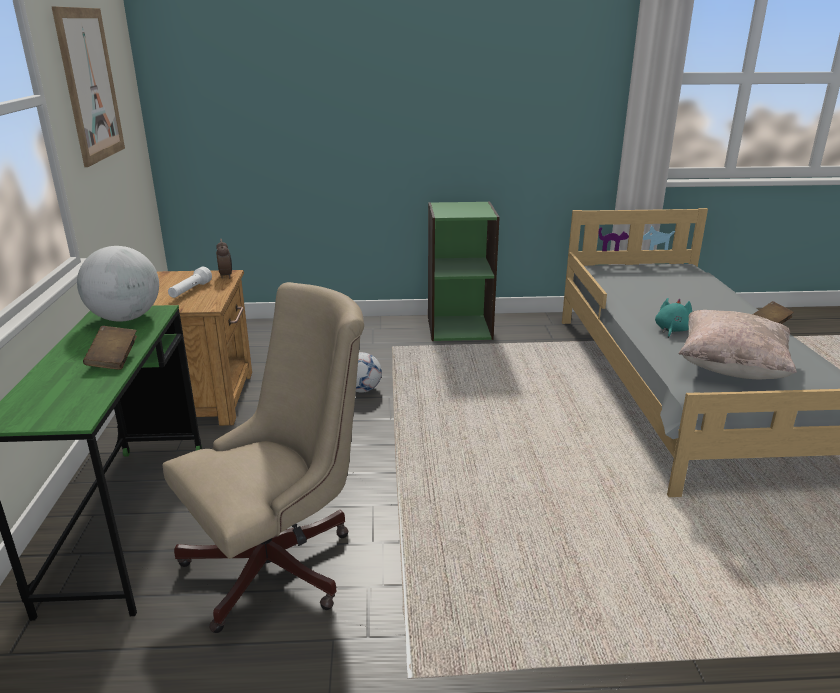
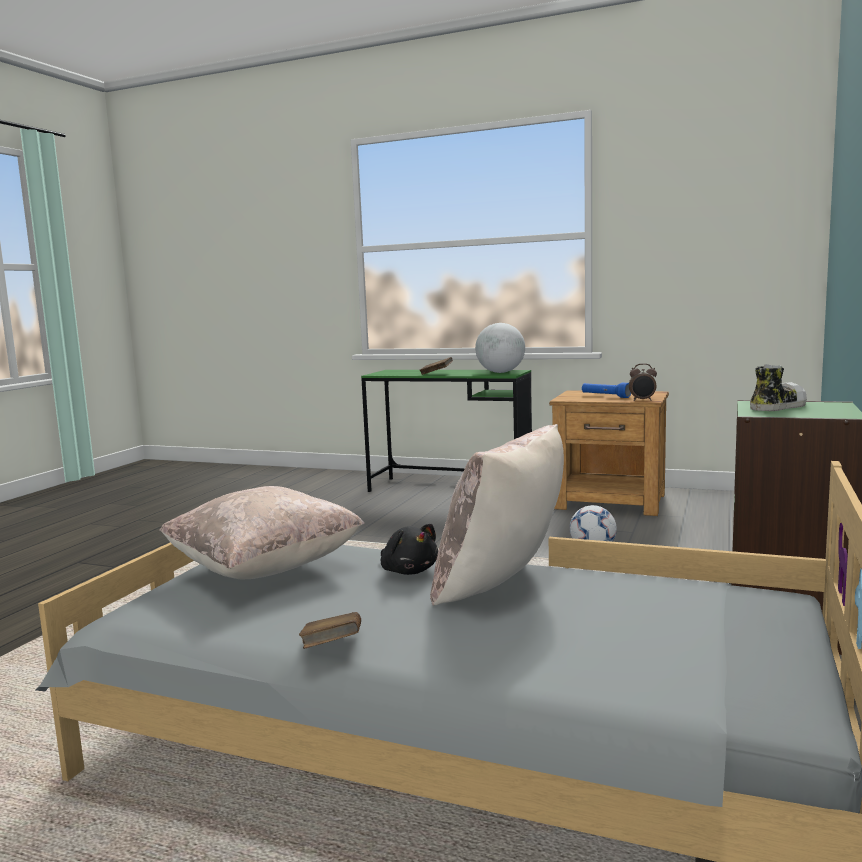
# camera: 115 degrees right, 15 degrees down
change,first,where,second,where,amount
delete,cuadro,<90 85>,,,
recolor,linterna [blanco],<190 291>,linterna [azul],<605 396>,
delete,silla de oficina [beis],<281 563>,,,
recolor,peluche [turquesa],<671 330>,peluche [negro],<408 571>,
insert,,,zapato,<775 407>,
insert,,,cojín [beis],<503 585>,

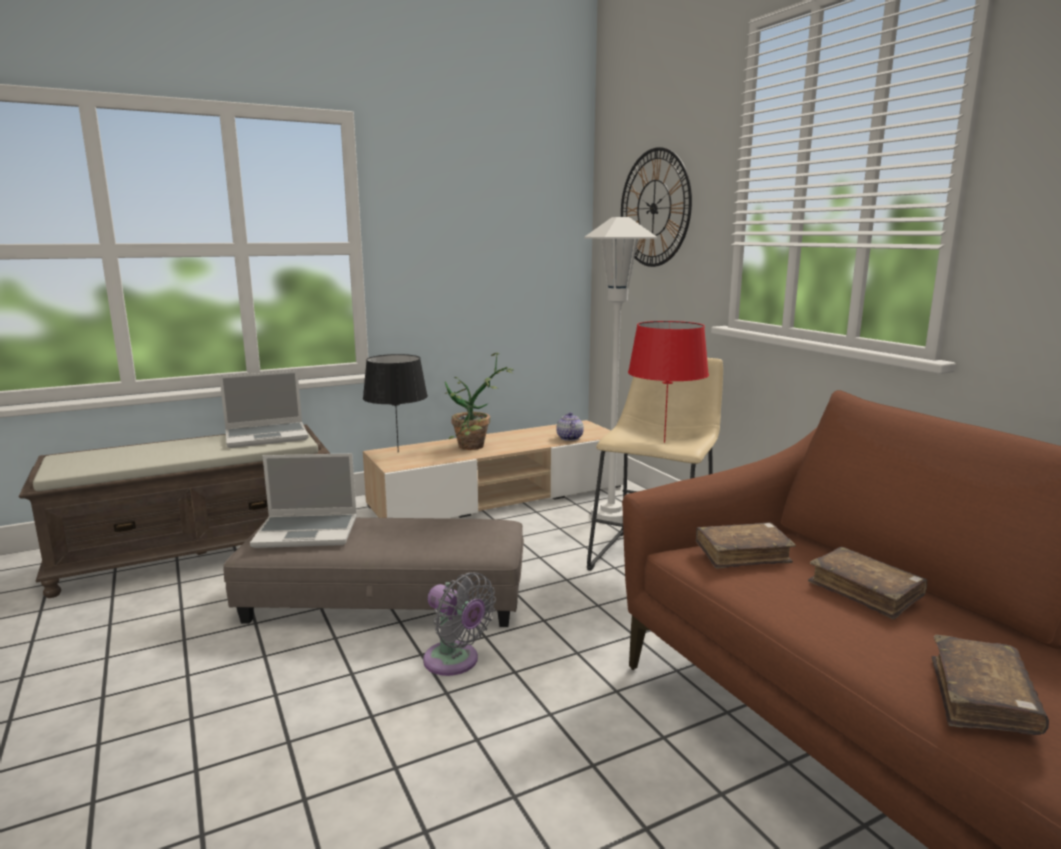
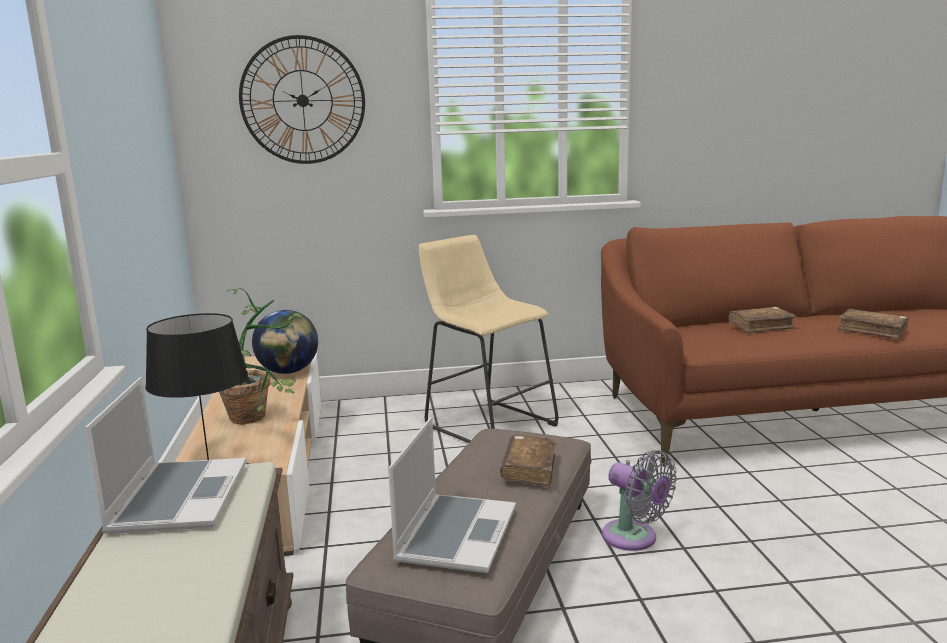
# camera: 70 degrees left, 0 degrees up
change,first,where,second,where,amount
delete,lámpara de pie [blanco],<611 515>,,,
delete,lámpara de mesa [rojo],<664 442>,,,
replace,tetera,<569 438>,globo terráqueo,<288 372>,
move,libro [marrón],<742 554>,,<529 469>,
rotate,ventilador [gris],<455 662>,,<634 538>,75 degrees clockwise

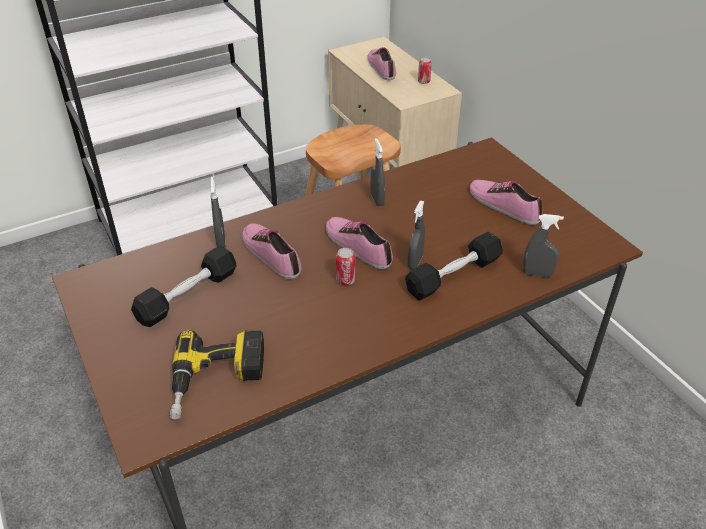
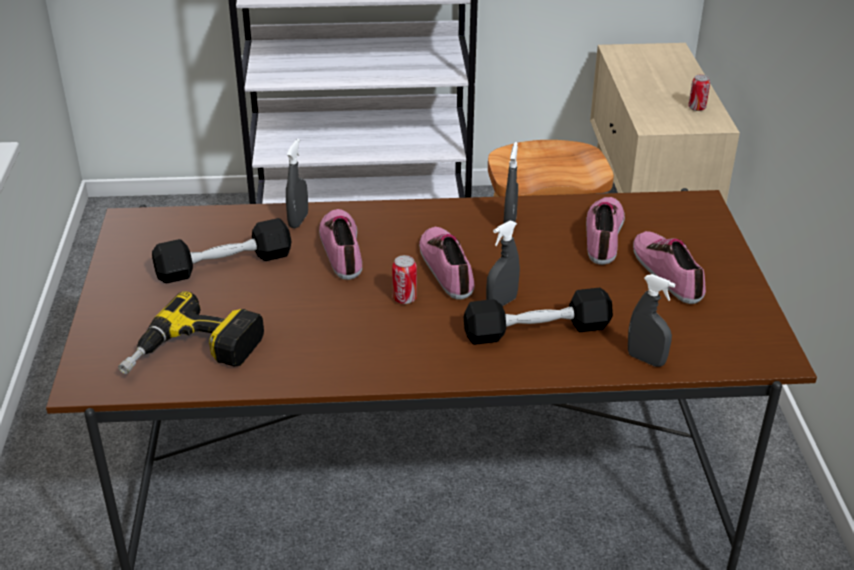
# camera: 25 degrees right, 5 degrees down
change,first,where,second,where,amount
move,zapato,<382 67>,,<604 235>,

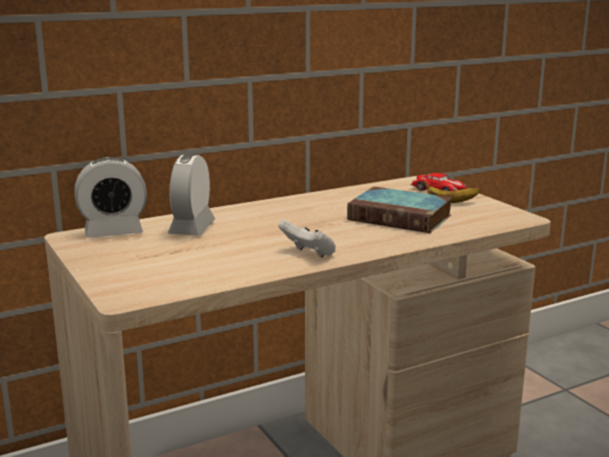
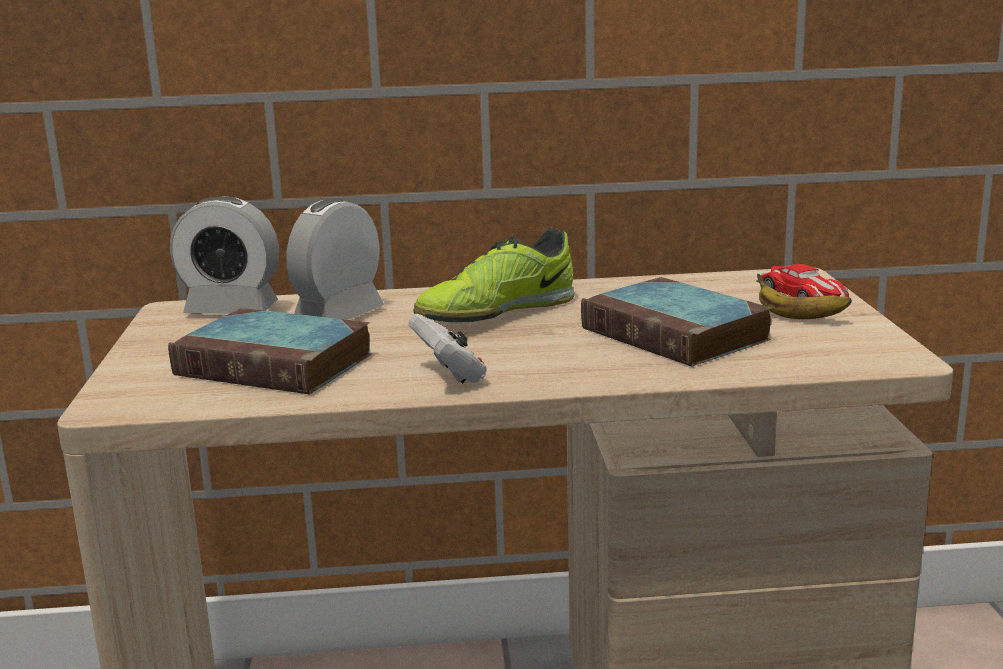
# camera: 25 degrees right, 0 degrees up
change,first,where,second,where,amount
insert,,,zapato,<496 313>,
insert,,,libro,<278 364>,

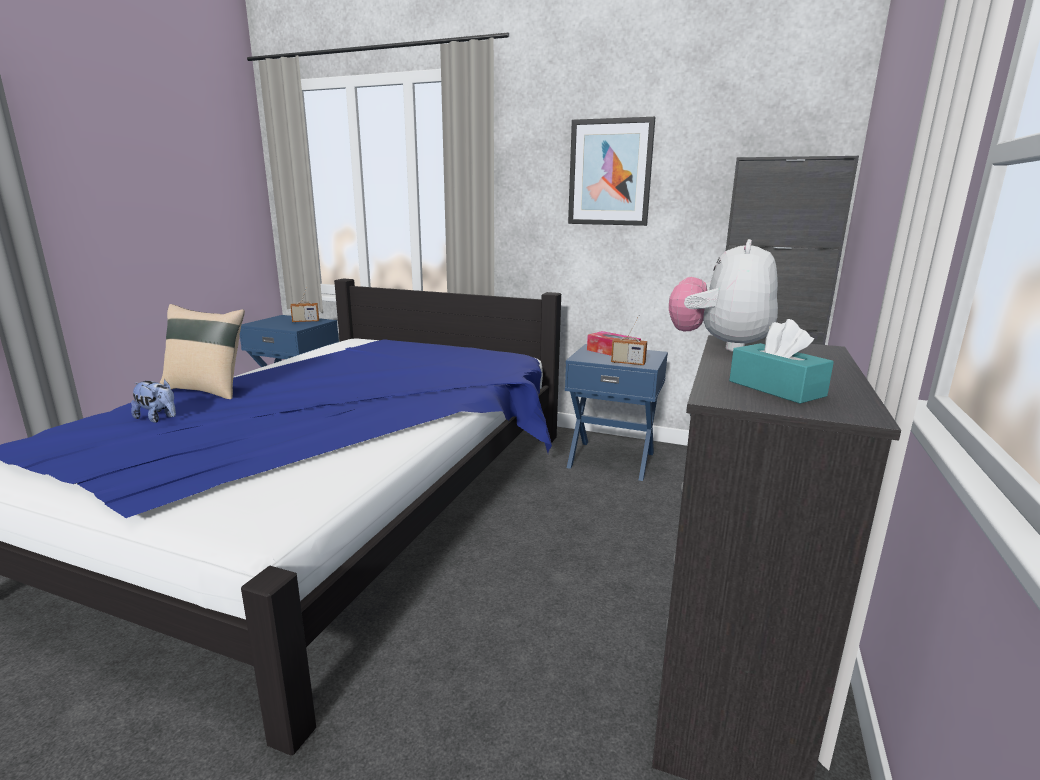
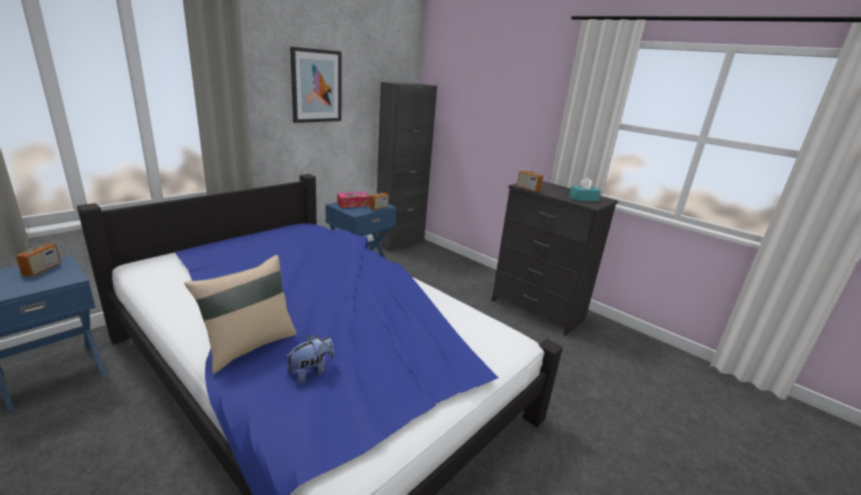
# camera: 70 degrees left, 5 degrees up
change,first,where,second,where,amount
replace,peluche,<719 346>,radio,<528 188>,

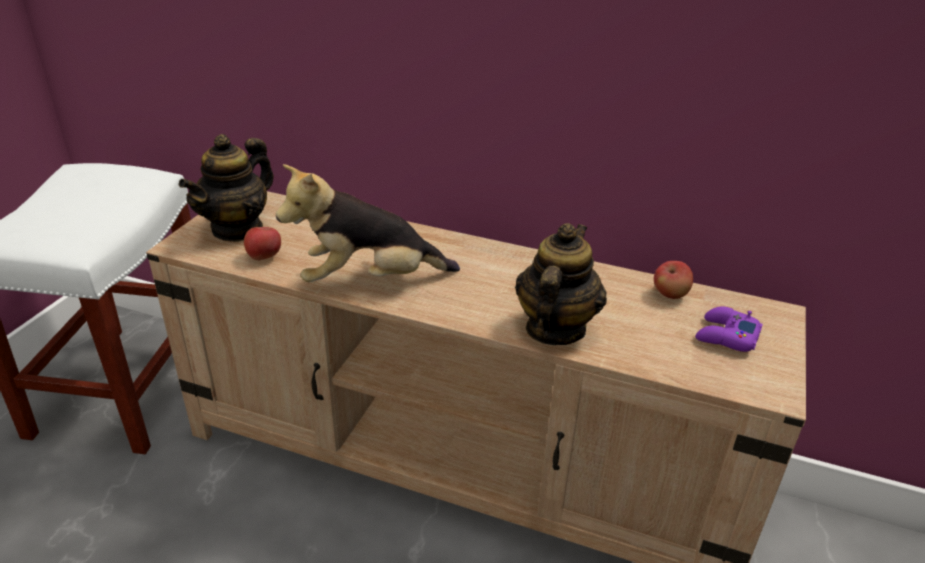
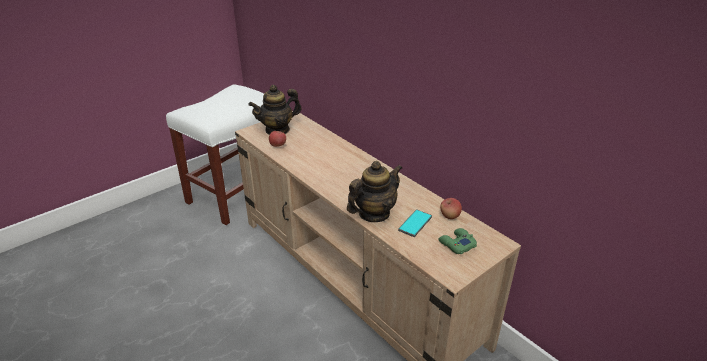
# camera: 30 degrees right, 0 degrees up
change,first,where,second,where,amount
delete,peluche,<369 280>,,,
recolor,mando de consola [morado],<726 336>,mando de consola [verde],<456 244>,
insert,,,móvil,<415 223>,

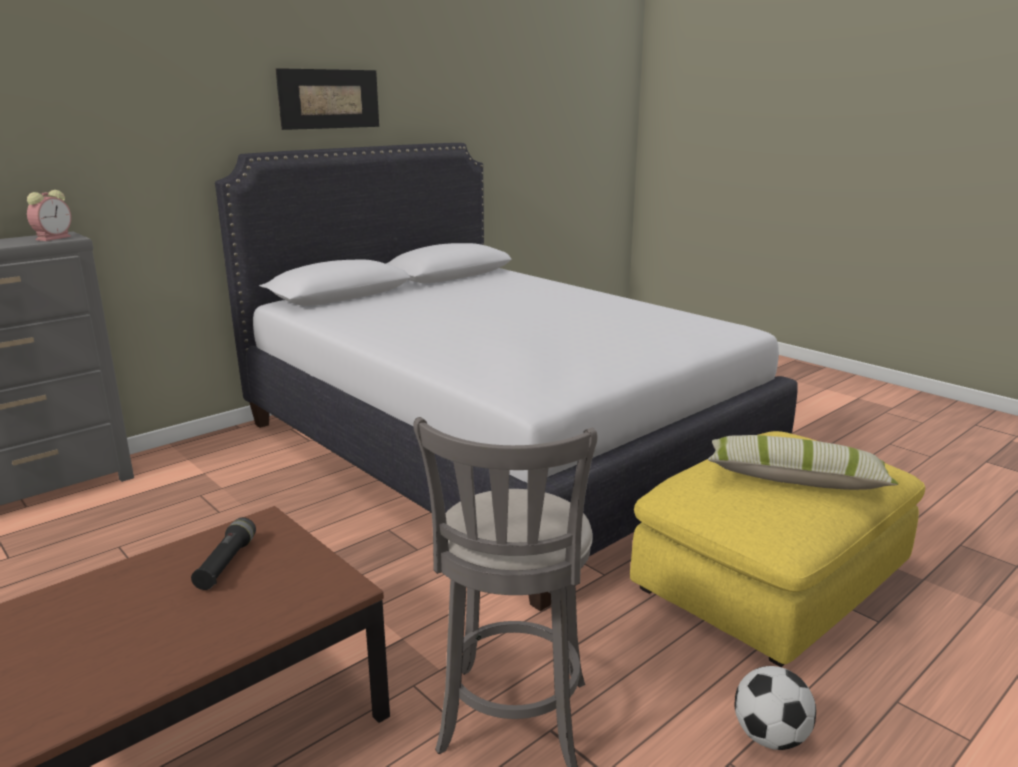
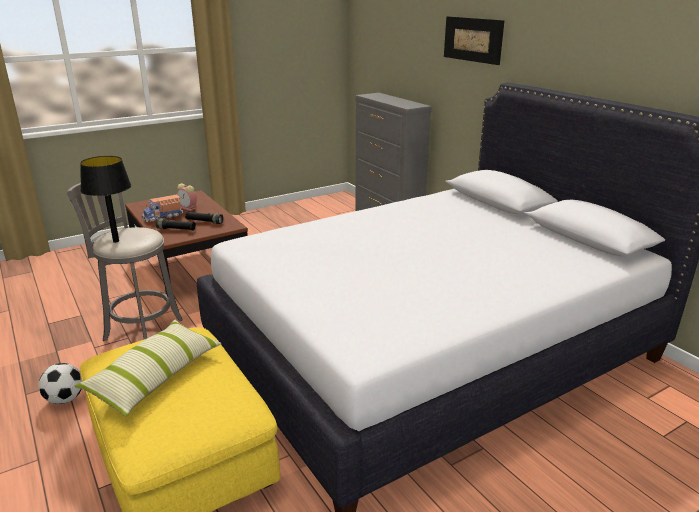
# camera: 100 degrees right, 5 degrees up
change,first,where,second,where,amount
move,cuadro,<329 99>,,<472 39>,
move,despertador,<54 238>,,<189 208>,
insert,,,lámpara de mesa [negro],<116 241>,
insert,,,camión de juguete,<163 217>,
insert,,,linterna [negro],<176 229>,

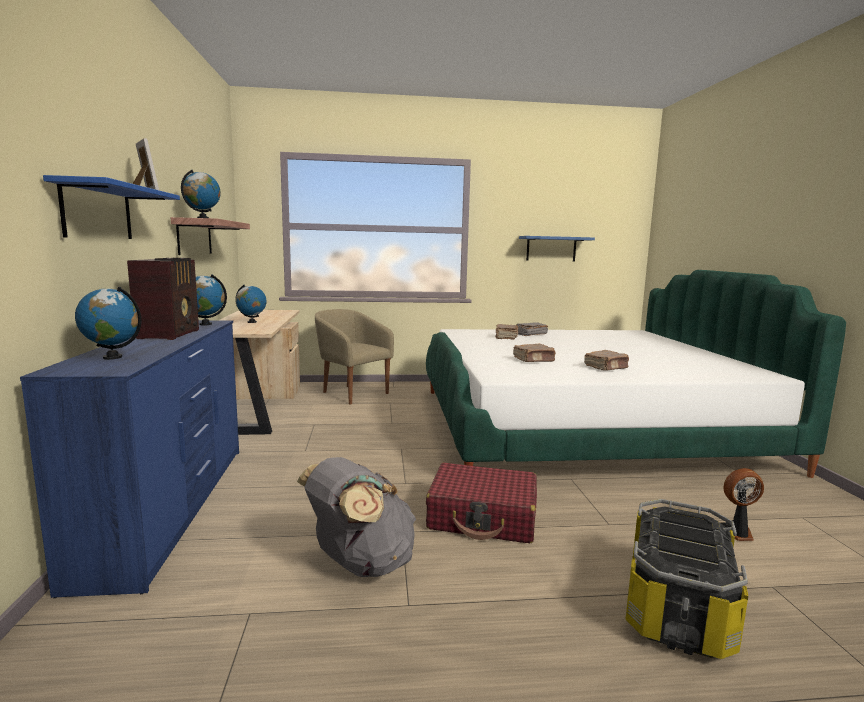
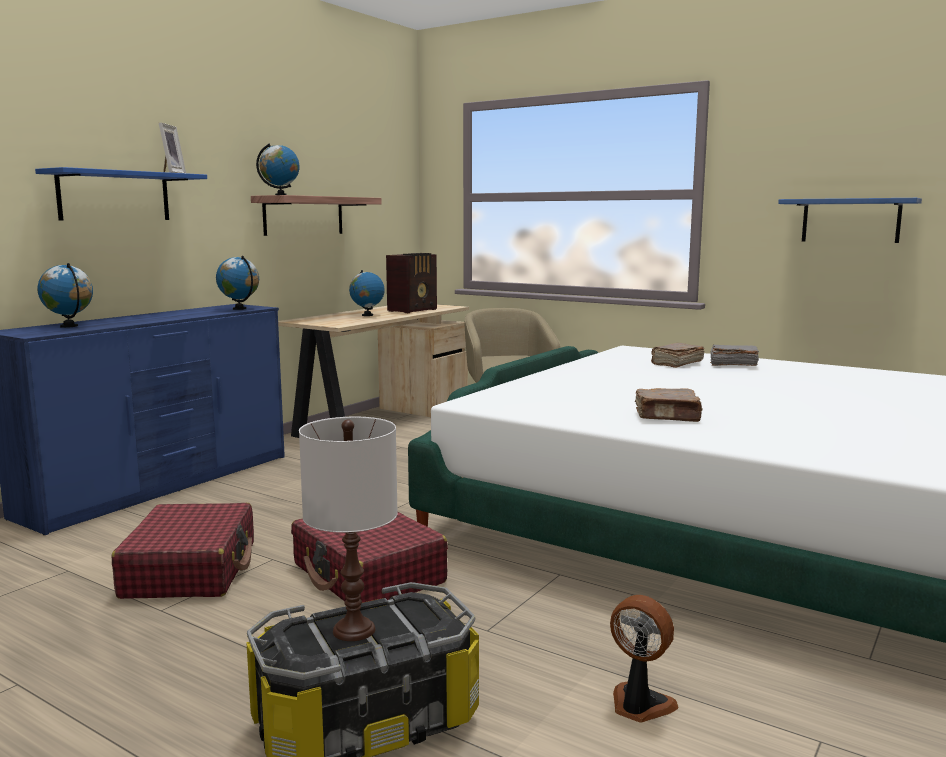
# camera: 40 degrees right, 0 degrees up
change,first,where,second,where,amount
move,radio,<170 334>,,<413 310>,
delete,libro [marrón],<534 360>,,,
replace,mochila [gris],<360 564>,maleta [rojo],<191 570>,
insert,,,lámpara de mesa [blanco],<355 630>,

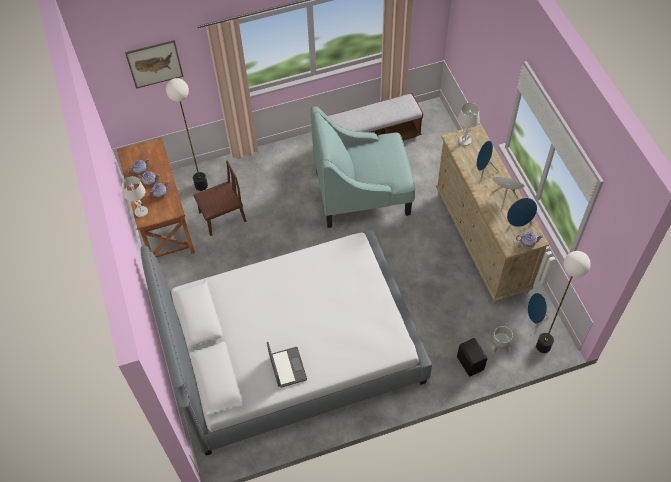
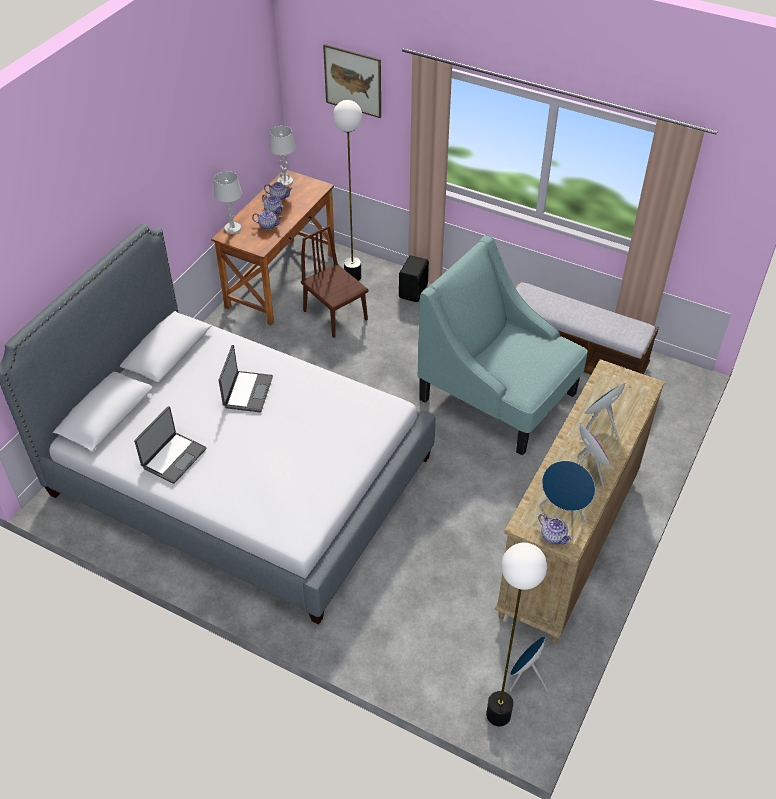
# camera: 45 degrees right, 10 degrees down
change,first,where,second,where,amount
move,lámpara de mesa [blanco],<464 141>,,<285 182>,
rotate,silla [marrón],<222 217>,,<335 315>,150 degrees counterclockwise
delete,maceta [gris],<499 345>,,,
move,altavoz [negro],<470 362>,,<414 291>,
insert,,,portátil,<247 392>,

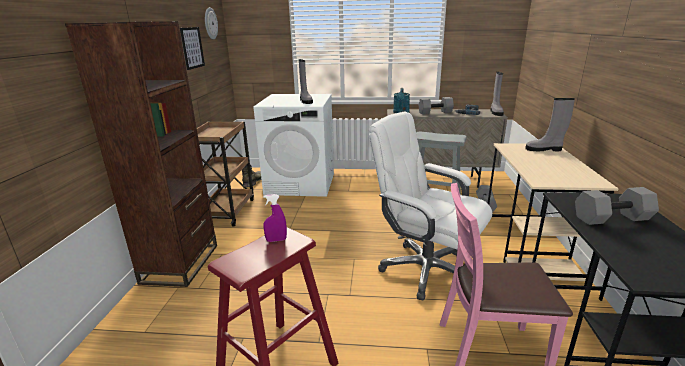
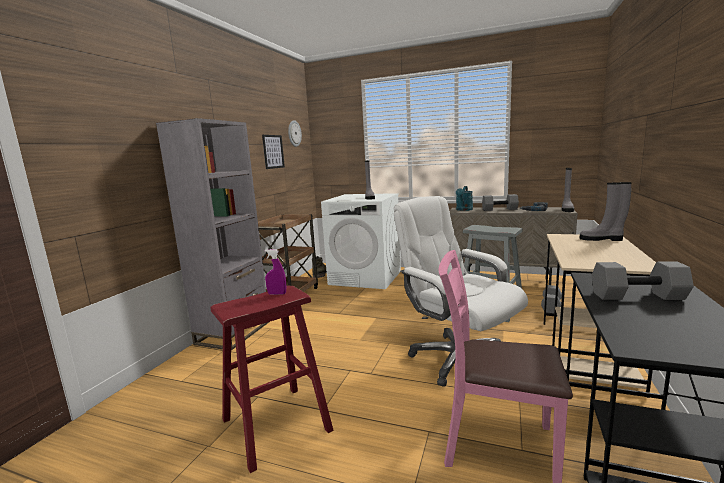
# camera: 15 degrees right, 10 degrees down
change,first,where,second,where,amount
recolor,estantería [marrón],<180 263>,estantería [gris],<234 332>,

